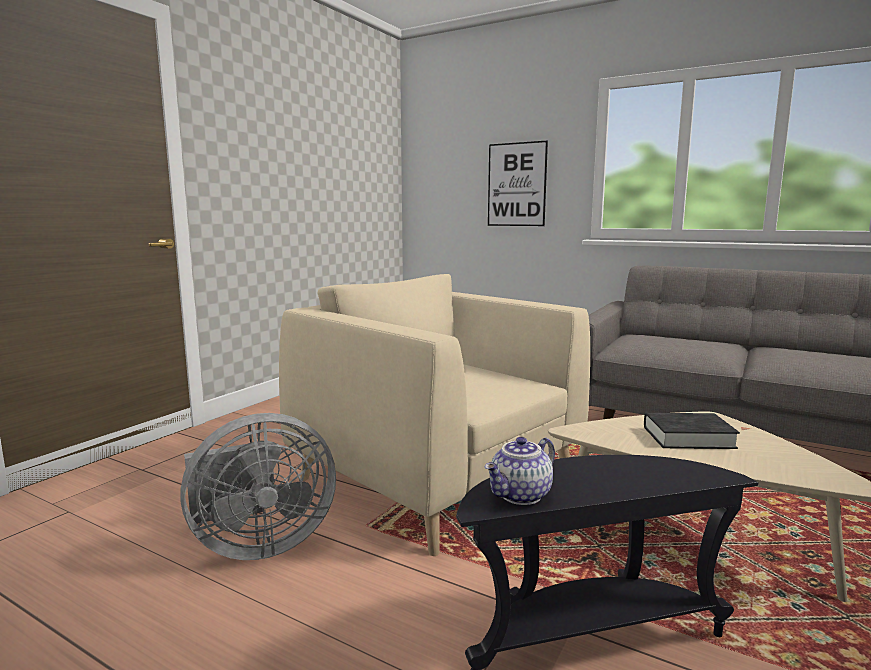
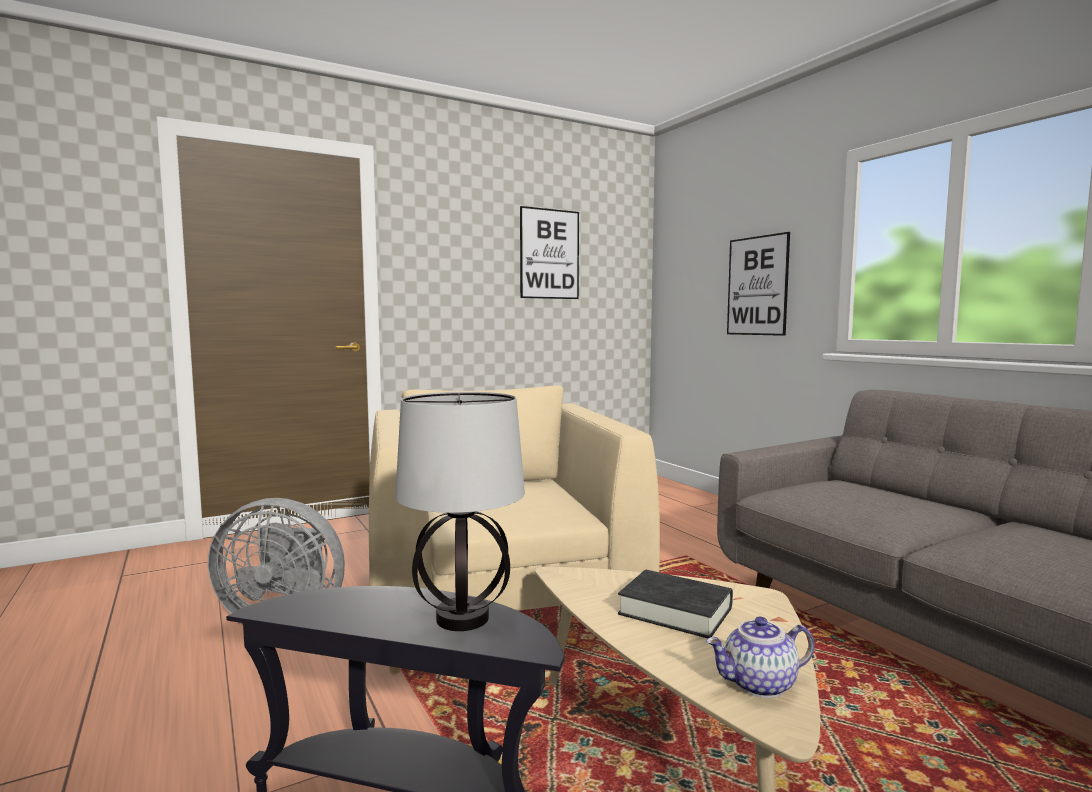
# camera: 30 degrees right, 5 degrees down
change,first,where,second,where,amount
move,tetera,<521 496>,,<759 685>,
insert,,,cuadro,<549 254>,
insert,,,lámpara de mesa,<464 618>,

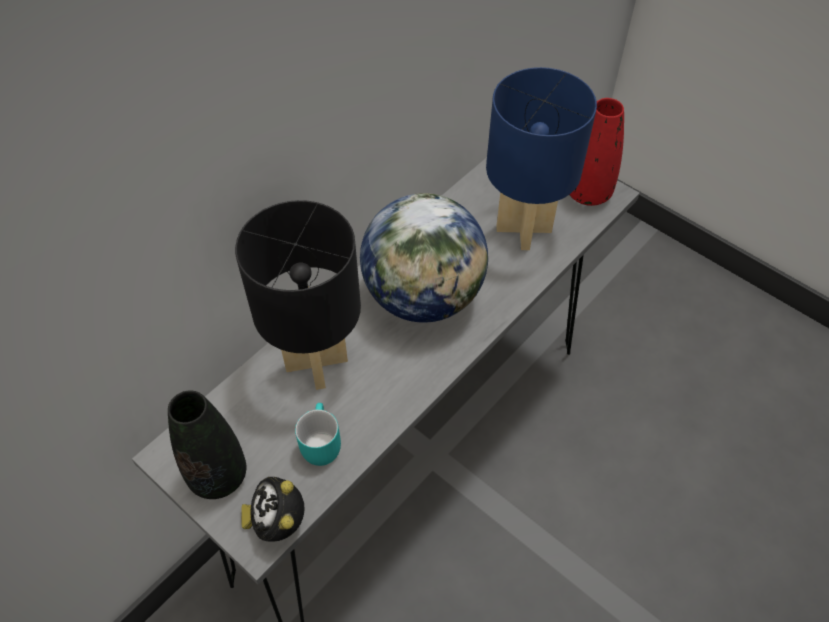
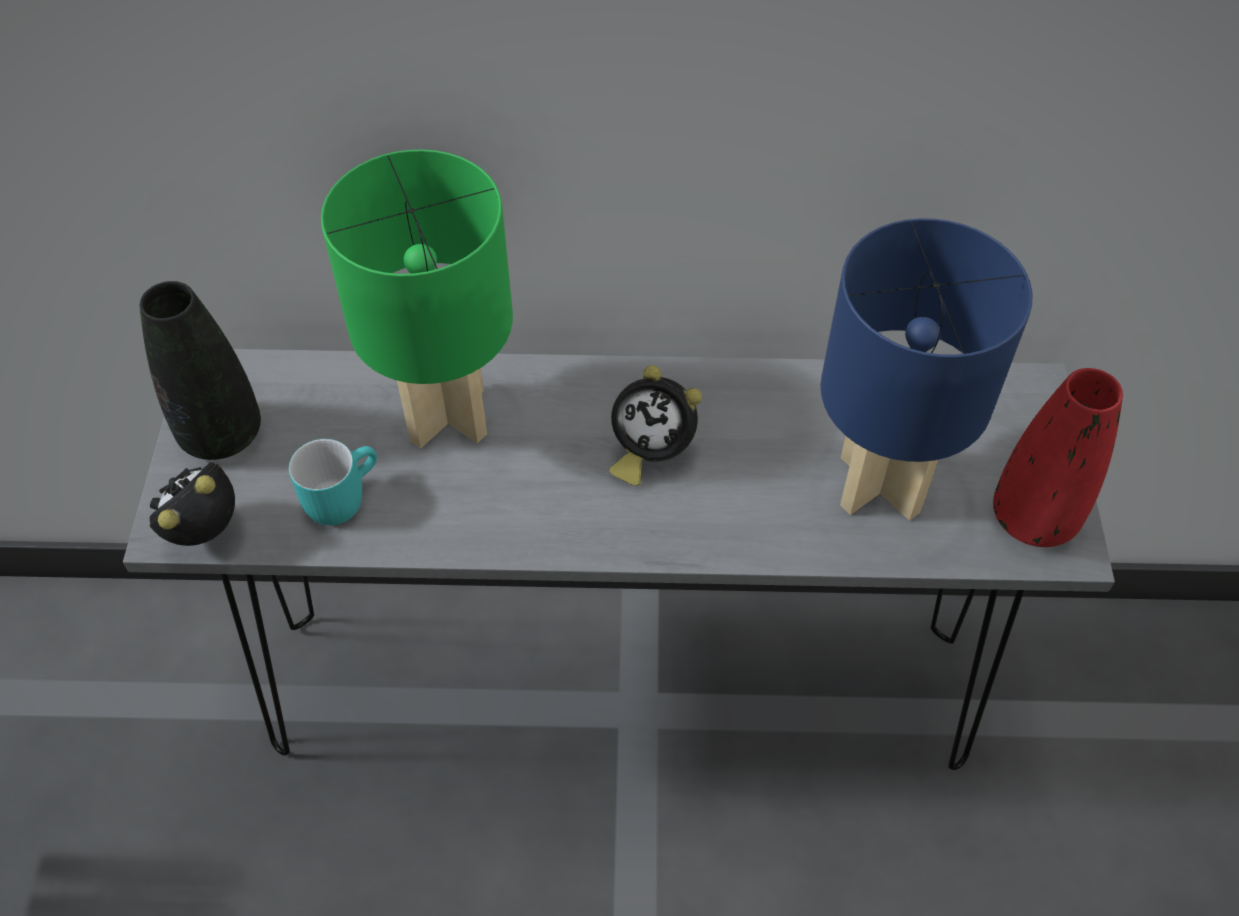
# camera: 50 degrees right, 0 degrees up
change,first,where,second,where,amount
replace,globo terráqueo,<424 296>,despertador,<650 452>,
recolor,lámpara de mesa [negro],<315 363>,lámpara de mesa [verde],<445 415>,

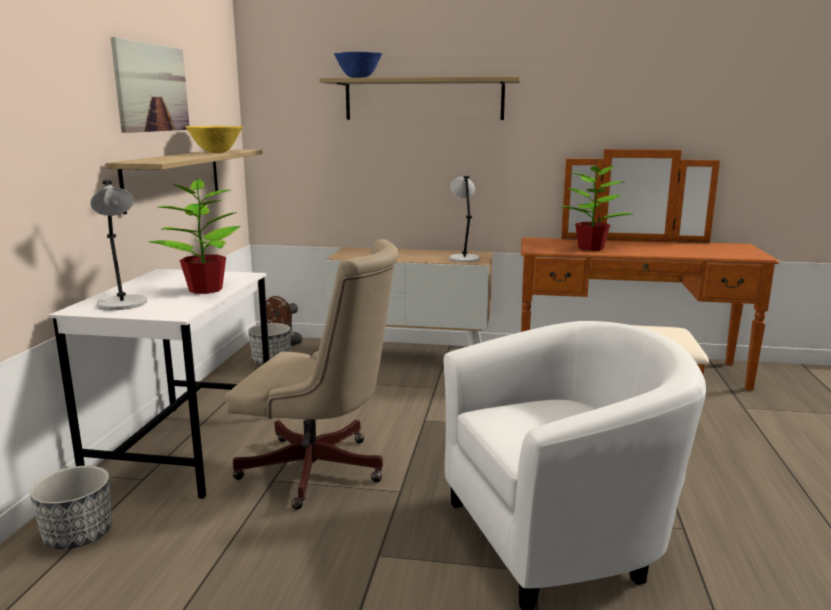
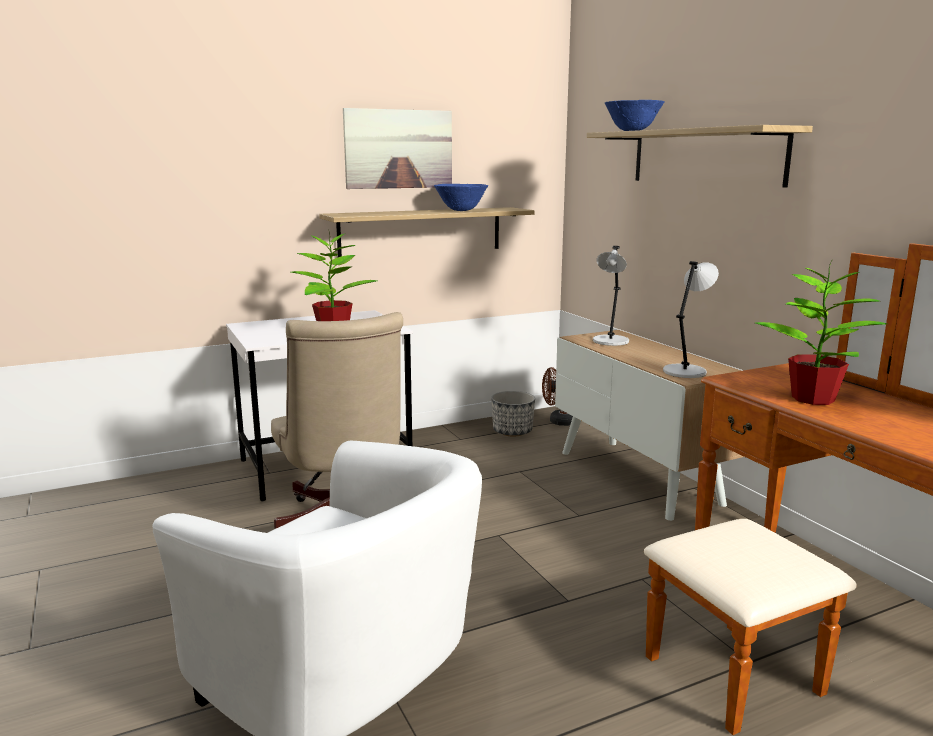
# camera: 55 degrees right, 0 degrees up
change,first,where,second,where,amount
recolor,cuenco [amarillo],<216 153>,cuenco [azul],<461 210>,
move,lámpara de mesa [gris],<123 304>,,<610 342>,
delete,maceta,<78 535>,,,

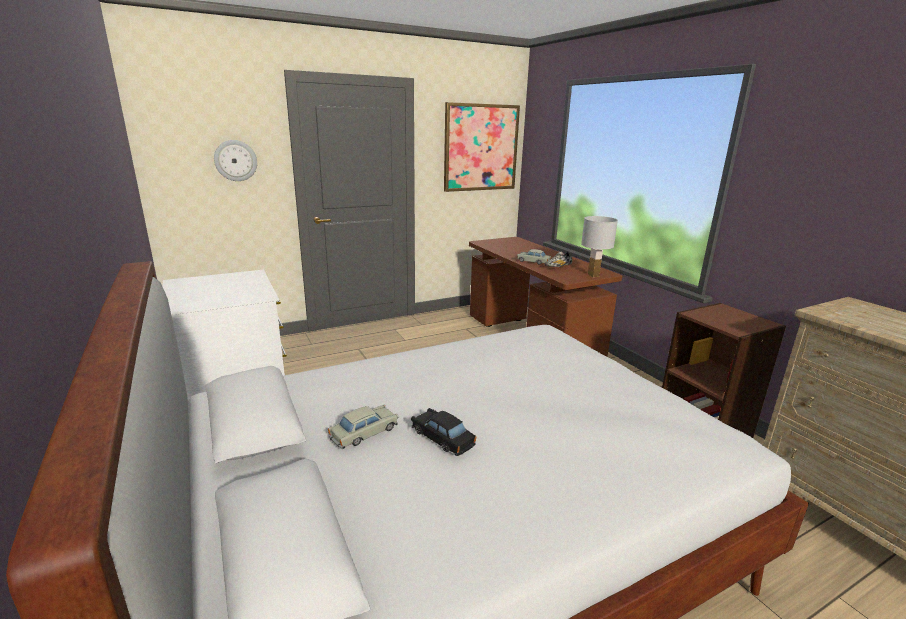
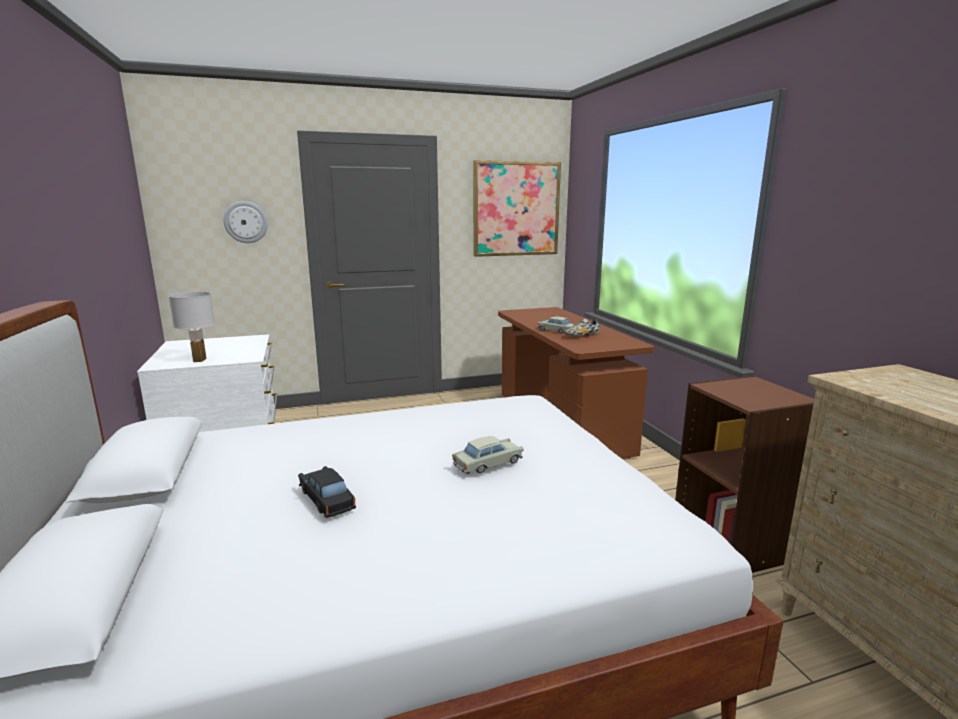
# camera: 10 degrees right, 5 degrees down
change,first,where,second,where,amount
move,lámpara de mesa [blanco],<593 275>,,<200 360>,
move,coche de juguete [beis],<364 433>,,<488 463>,

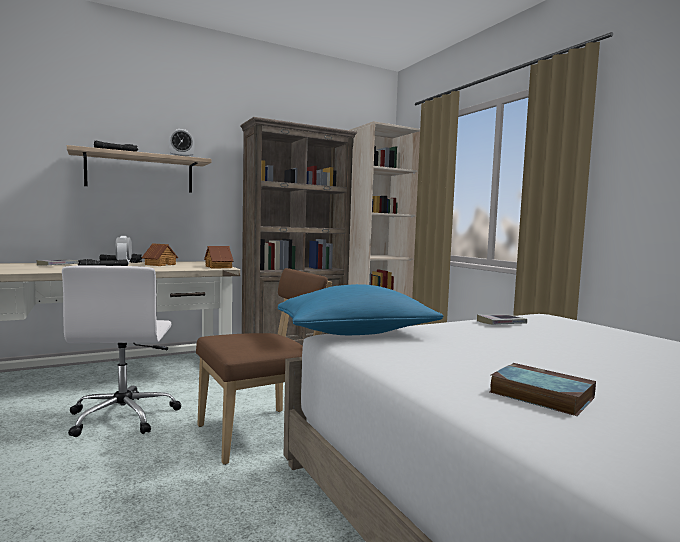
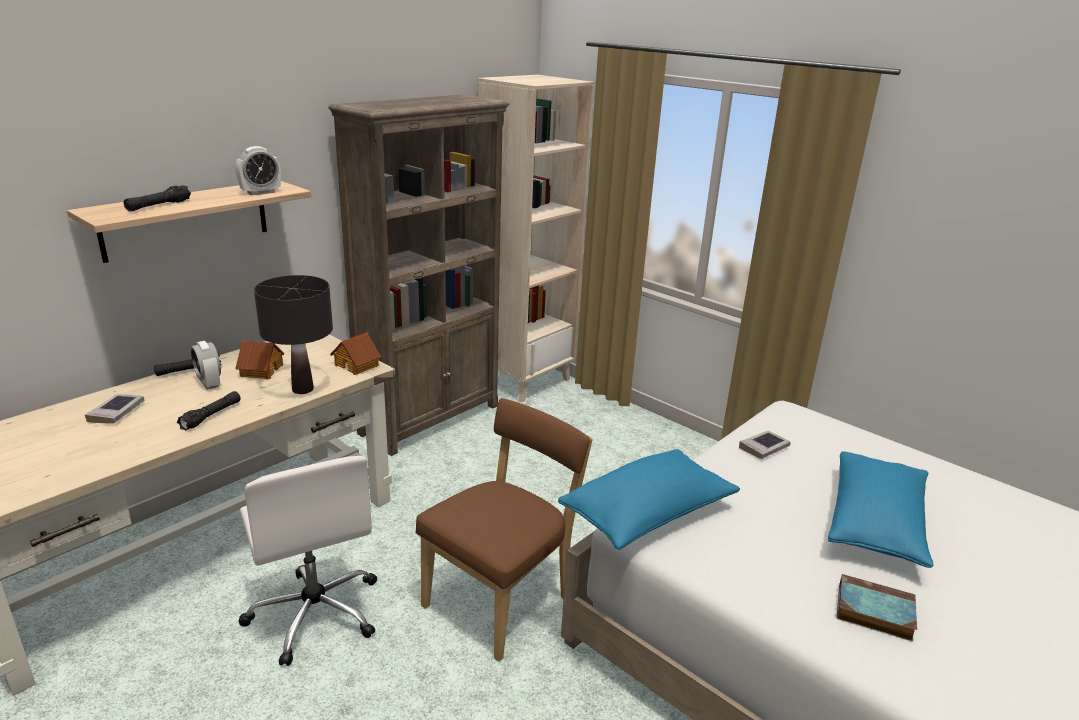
# camera: 20 degrees left, 20 degrees up
change,first,where,second,where,amount
insert,,,lámpara de mesa [negro],<302 389>,
insert,,,cojín [azul],<875 524>,

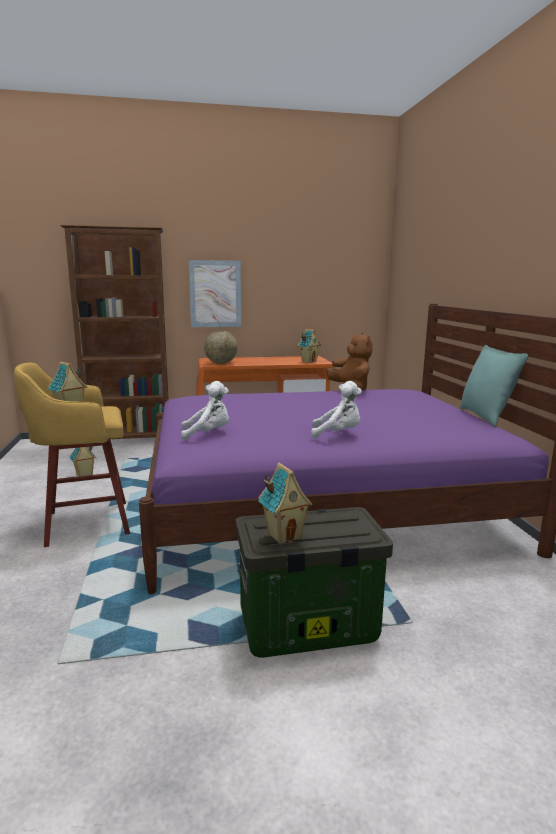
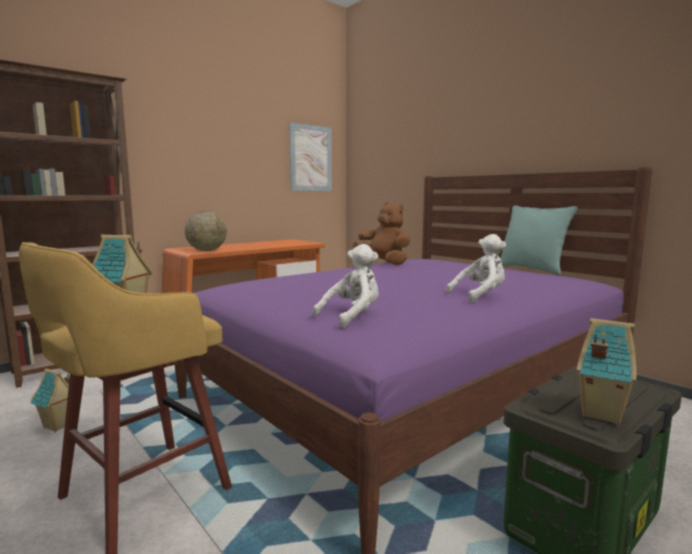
# camera: 30 degrees left, 5 degrees down
change,first,where,second,where,amount
move,cuadro,<215 294>,,<310 158>,
delete,casita,<309 361>,,,

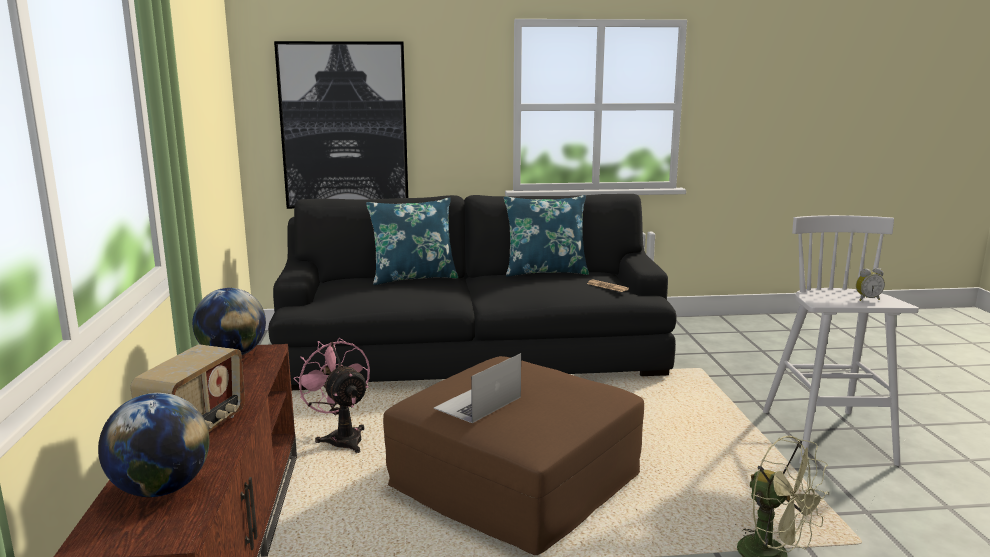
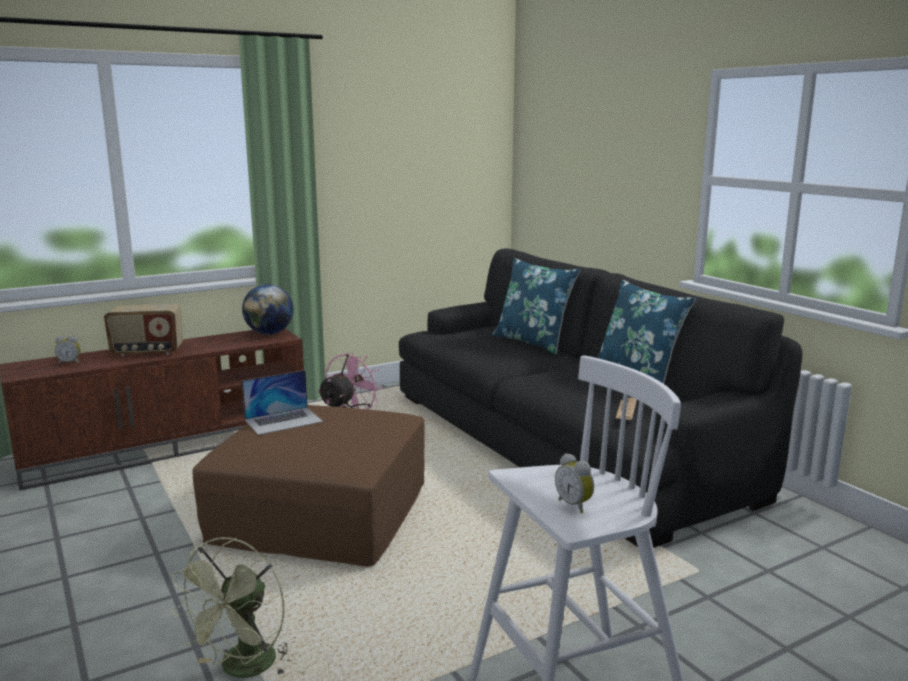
# camera: 65 degrees right, 0 degrees up
change,first,where,second,where,amount
delete,cuadro,<344 126>,,,
rotate,portátil,<477 403>,,<284 420>,135 degrees clockwise
replace,globo terráqueo,<161 489>,despertador,<70 363>,

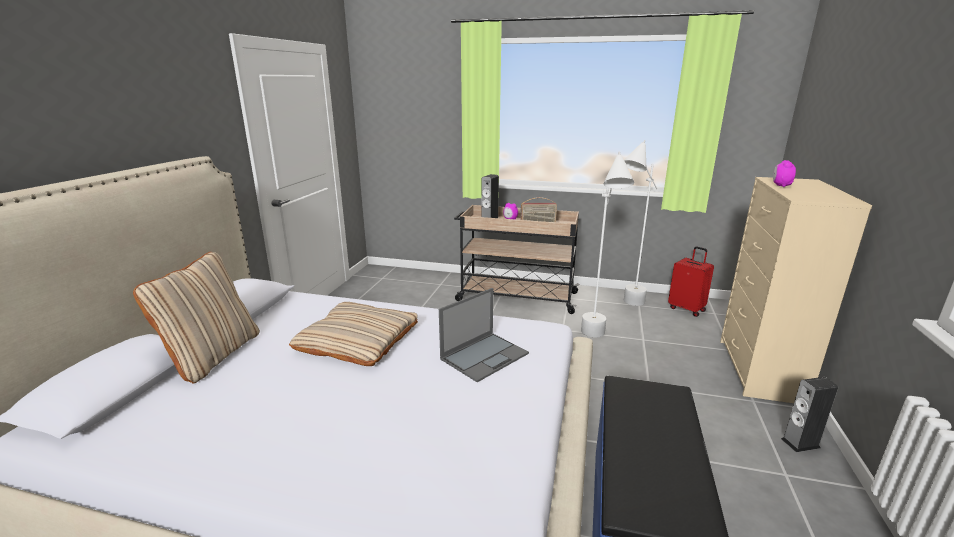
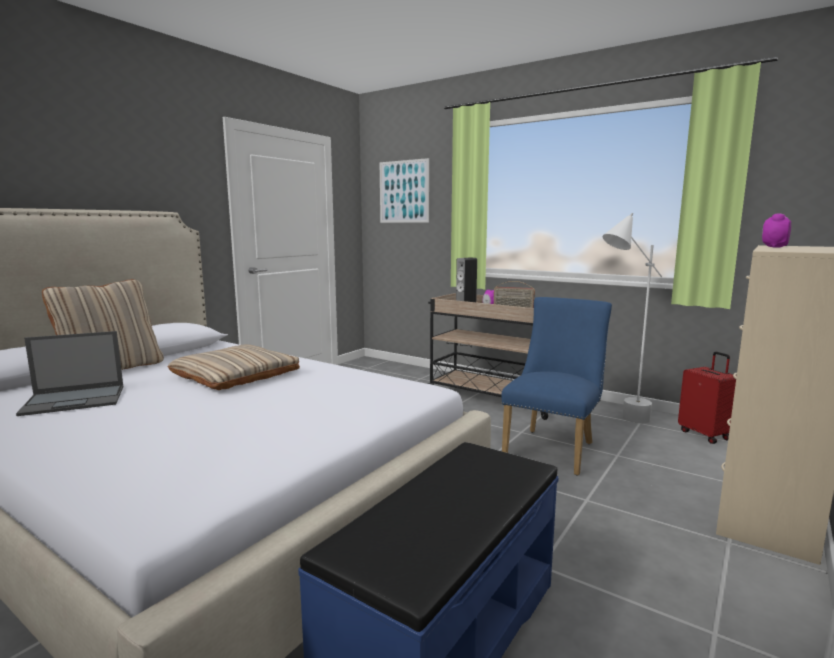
# camera: 20 degrees right, 10 degrees down
change,first,where,second,where,amount
replace,lámpara de pie [blanco],<596 341>,silla [azul],<553 448>,
move,portátil,<485 356>,,<76 400>,
delete,altavoz,<800 443>,,,
insert,,,cuadro,<404 191>,

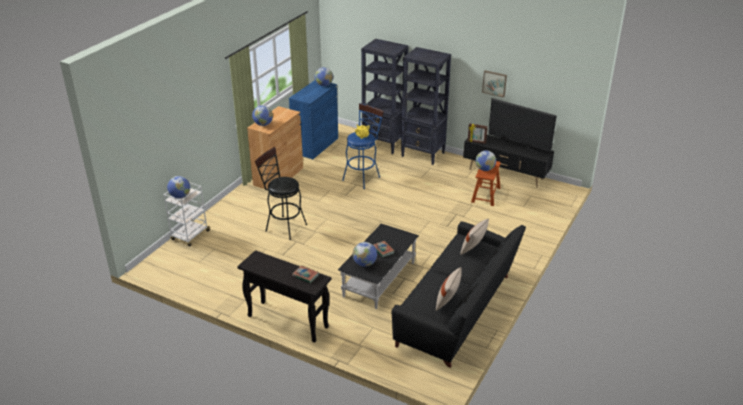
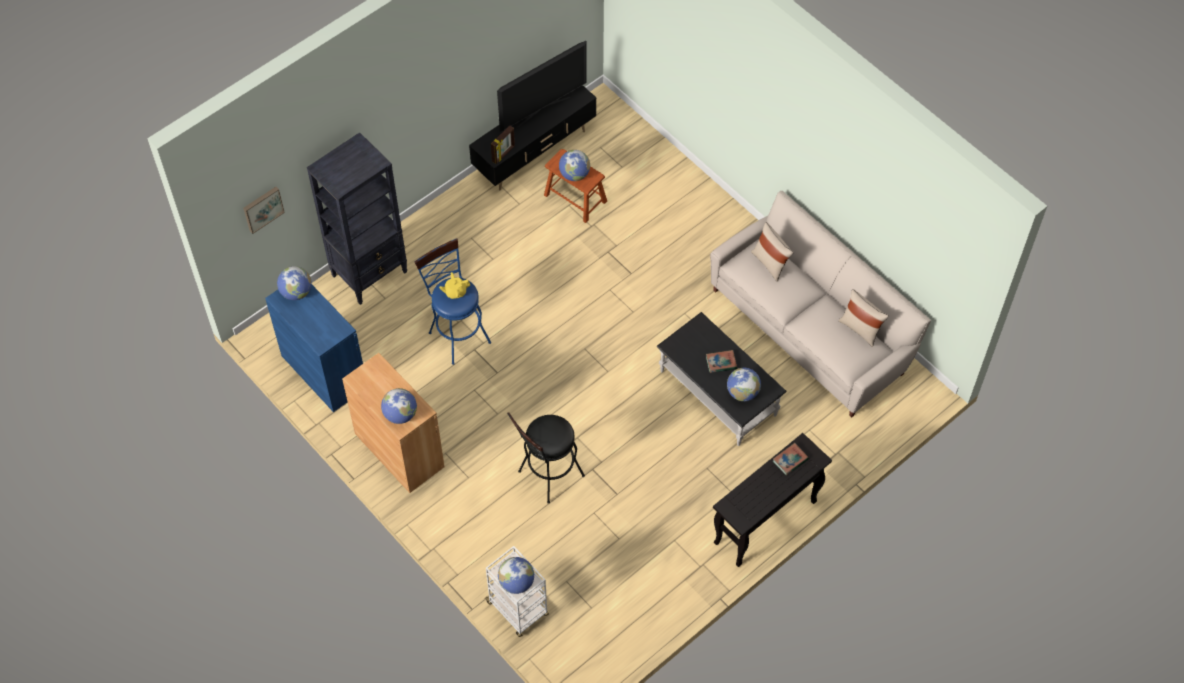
# camera: 70 degrees left, 25 degrees up
change,first,where,second,where,amount
delete,estantería [negro],<423 155>,,,
move,cuadro,<494 83>,,<262 208>,
recolor,sofá [negro],<458 311>,sofá [beis],<811 328>,

